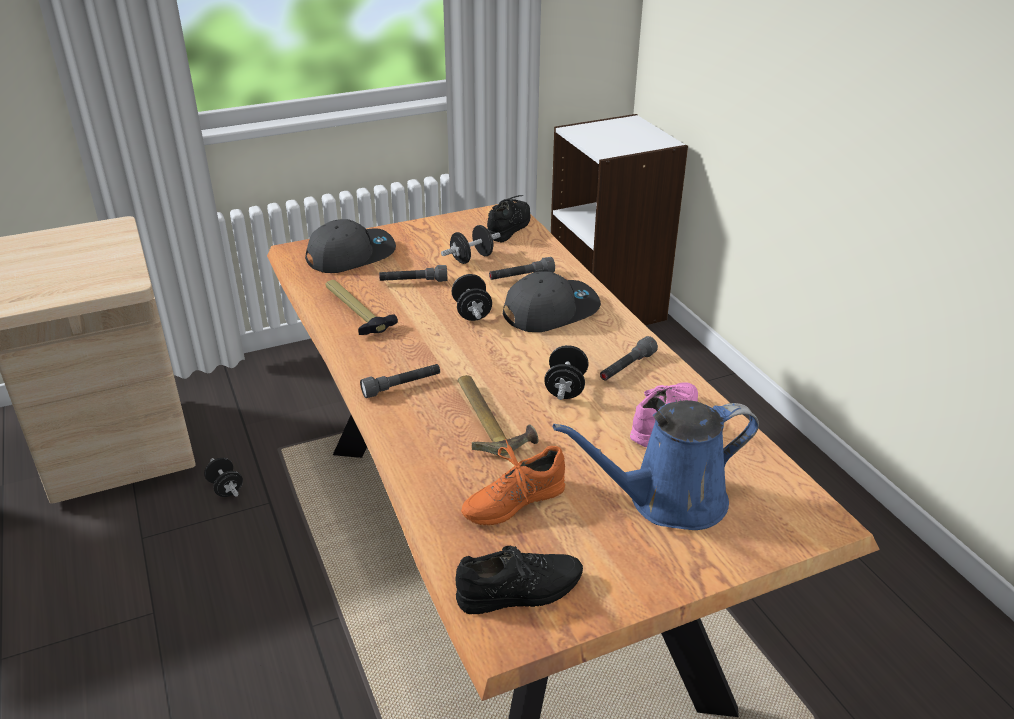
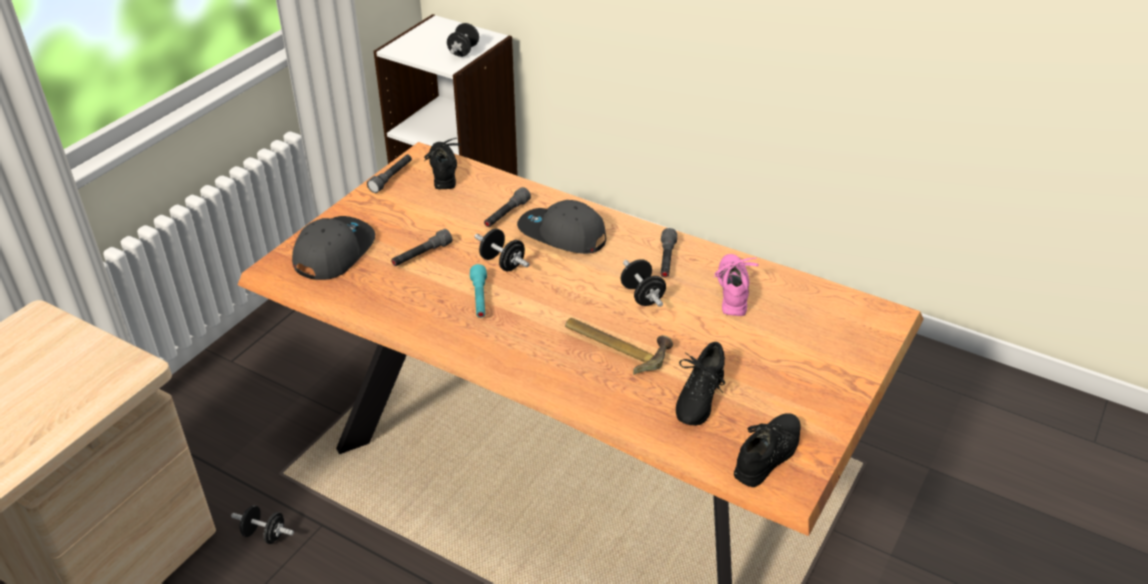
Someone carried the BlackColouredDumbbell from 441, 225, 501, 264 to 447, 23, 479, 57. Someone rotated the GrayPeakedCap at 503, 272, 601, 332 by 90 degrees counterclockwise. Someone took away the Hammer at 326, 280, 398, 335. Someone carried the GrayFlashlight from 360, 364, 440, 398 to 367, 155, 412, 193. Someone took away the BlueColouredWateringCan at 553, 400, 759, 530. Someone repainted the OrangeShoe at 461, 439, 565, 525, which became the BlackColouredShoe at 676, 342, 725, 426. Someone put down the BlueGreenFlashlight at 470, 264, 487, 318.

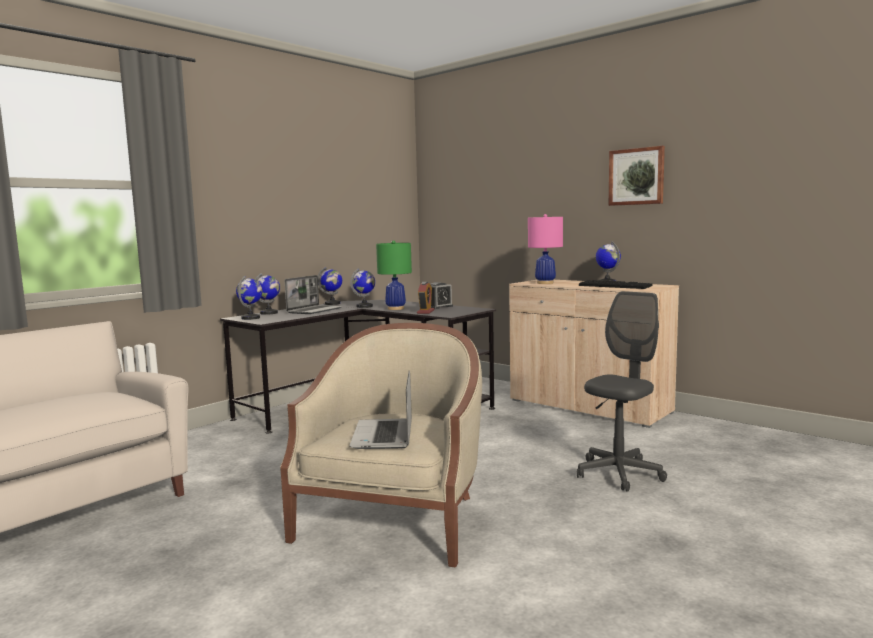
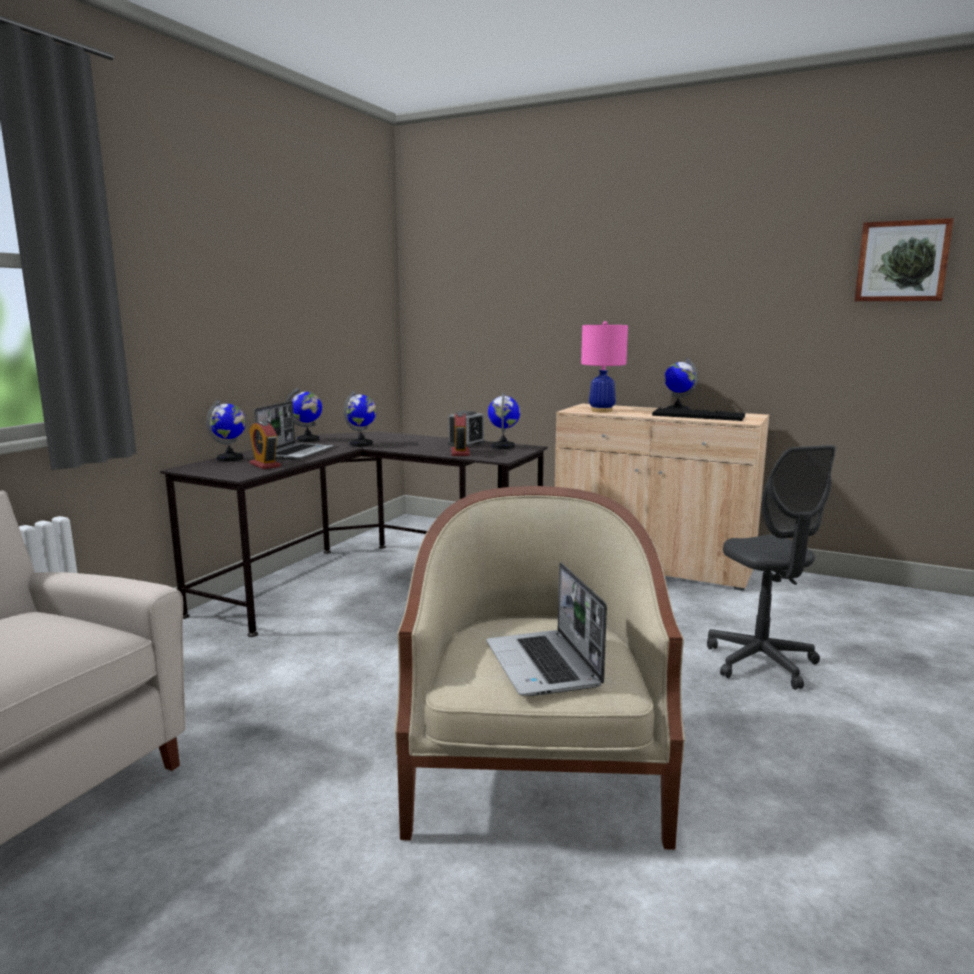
Someone carried the WallArt from 608, 146, 665, 206 to 854, 218, 954, 301. Someone took away the GreenLampForATable at 376, 240, 412, 310. Someone carried the WorldGlobe from 236, 276, 262, 320 to 488, 393, 520, 449. Someone rotated the GrayOfficeChair at 577, 291, 667, 492 by 135 degrees clockwise. Someone put down the BedsideClock at 249, 420, 281, 469.

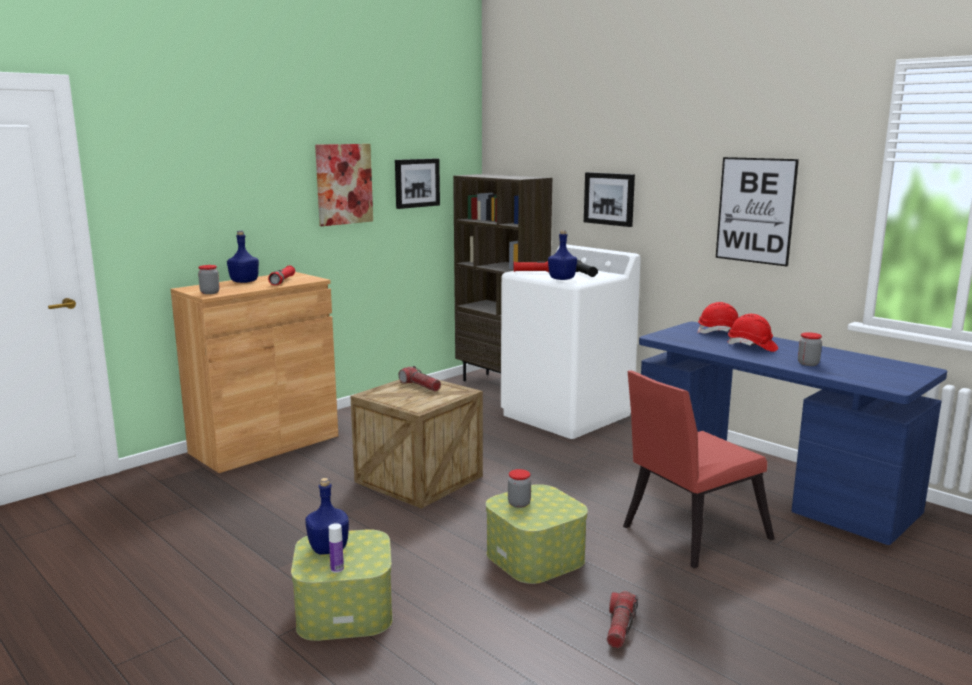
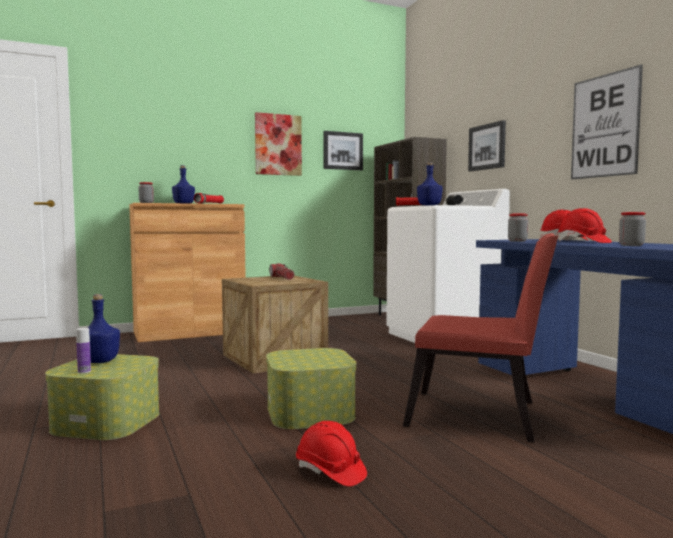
Someone rotated the ReddishChair at 623, 371, 775, 568 by 150 degrees counterclockwise. Someone carried the Jar from 508, 469, 531, 508 to 508, 214, 528, 242. Someone swapped the Flashlight at 607, 591, 638, 648 for the ReddishHardHat at 296, 421, 367, 486.

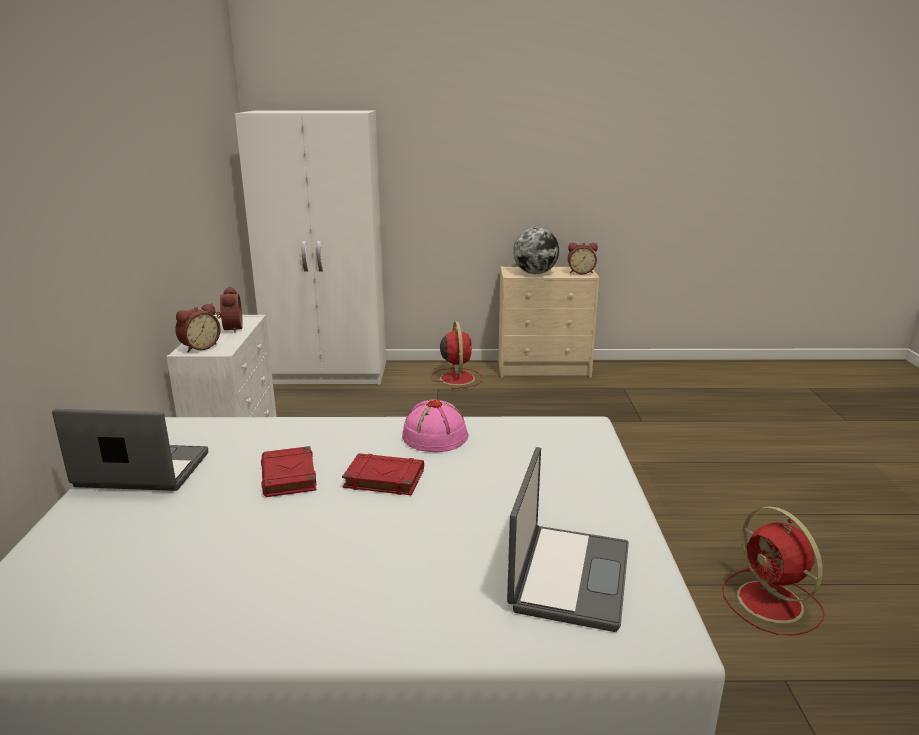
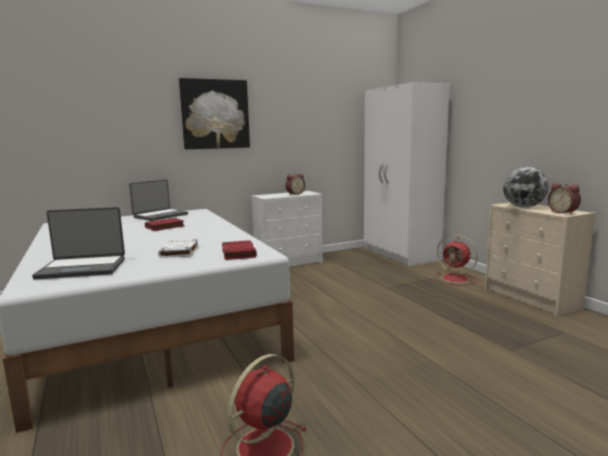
Someone took away the BedsideClock at 175, 303, 221, 353. Someone rotated the ReddishElectricFan at 431, 321, 482, 390 by 75 degrees clockwise. Someone took away the PinkColouredClothingHat at 402, 399, 469, 452. Someone rotated the NotebookComputer at 52, 409, 208, 491 by 60 degrees clockwise. Someone carried the ReddishVolume from 342, 453, 424, 495 to 222, 240, 257, 260. Someone put up the WallArt at 179, 78, 250, 149. Someone put down the WhiteVolume at 158, 239, 199, 258.

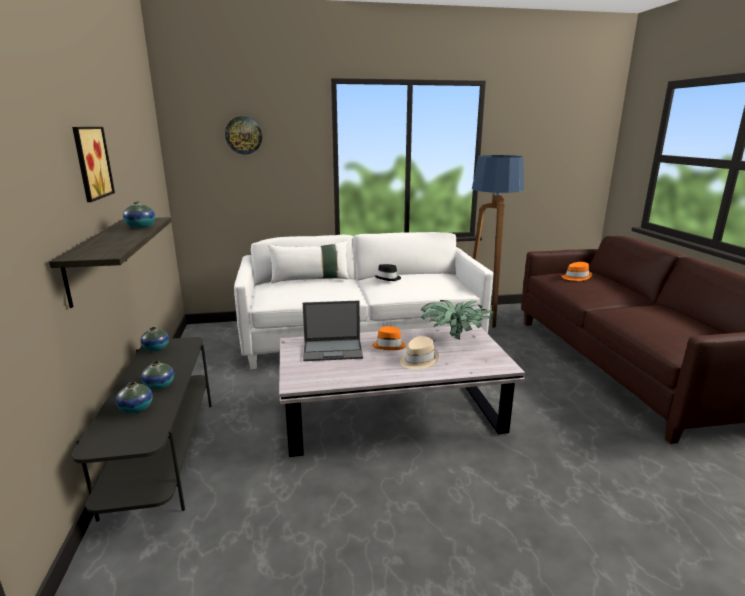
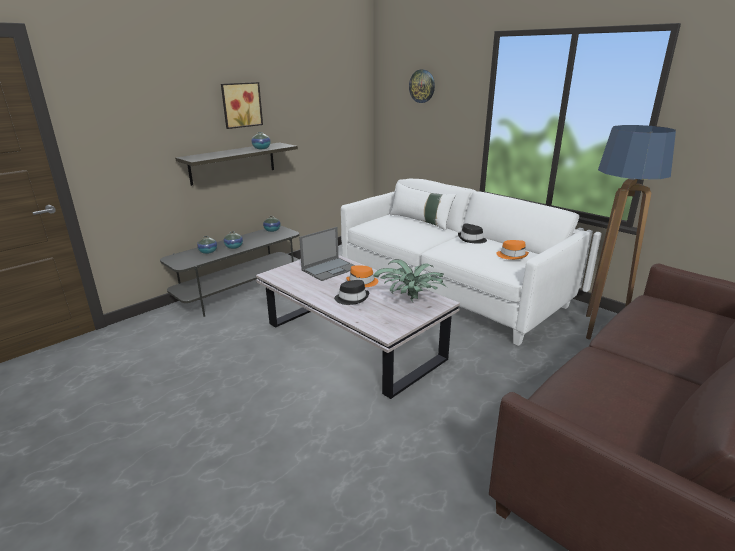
Someone carried the OrangeClothingHat from 562, 262, 592, 281 to 496, 240, 529, 260. Someone rotated the NotebookComputer at 303, 301, 363, 361 by 90 degrees counterclockwise. Someone repainted the BeigeClothingHat at 400, 336, 439, 369, which became the BlackColouredClothingHat at 334, 280, 369, 305.

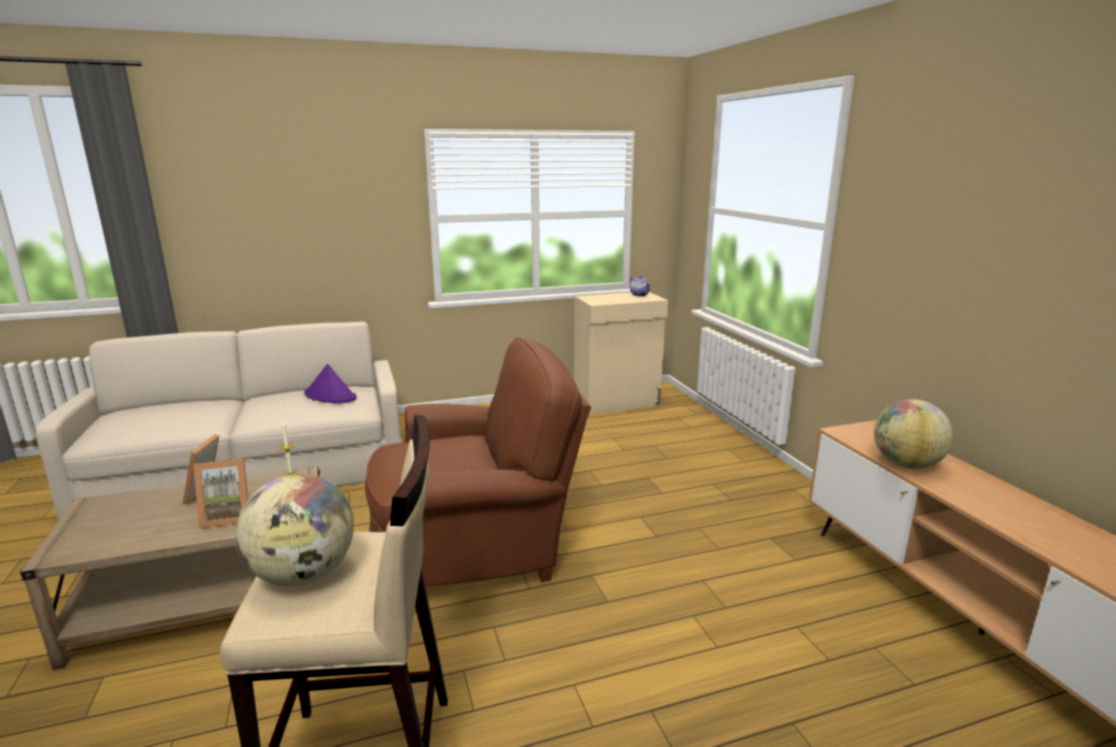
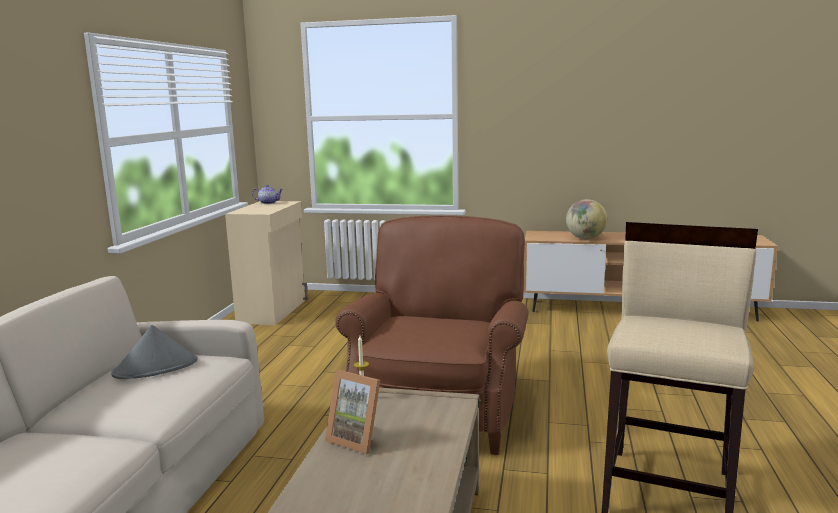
Someone repainted the PurpleClothingHat at 304, 364, 357, 403, which became the GrayClothingHat at 111, 325, 198, 379. Someone took away the StandingFrame at 193, 459, 248, 529. Someone took away the WorldGlobe at 236, 474, 354, 586.

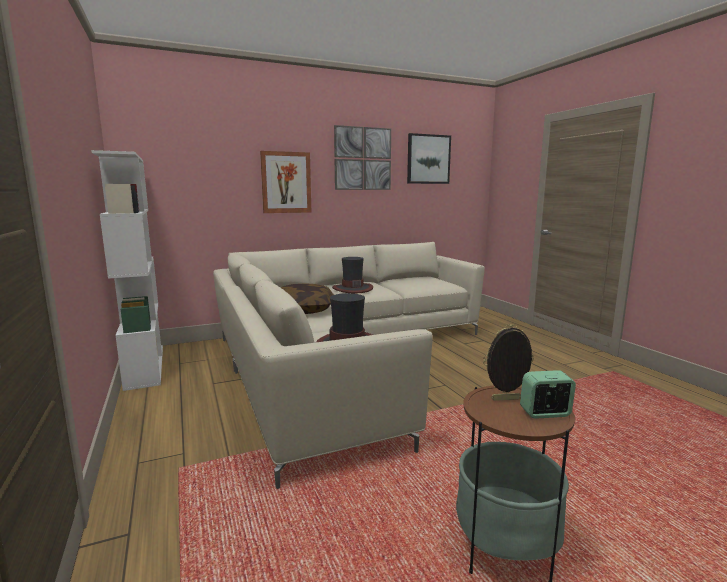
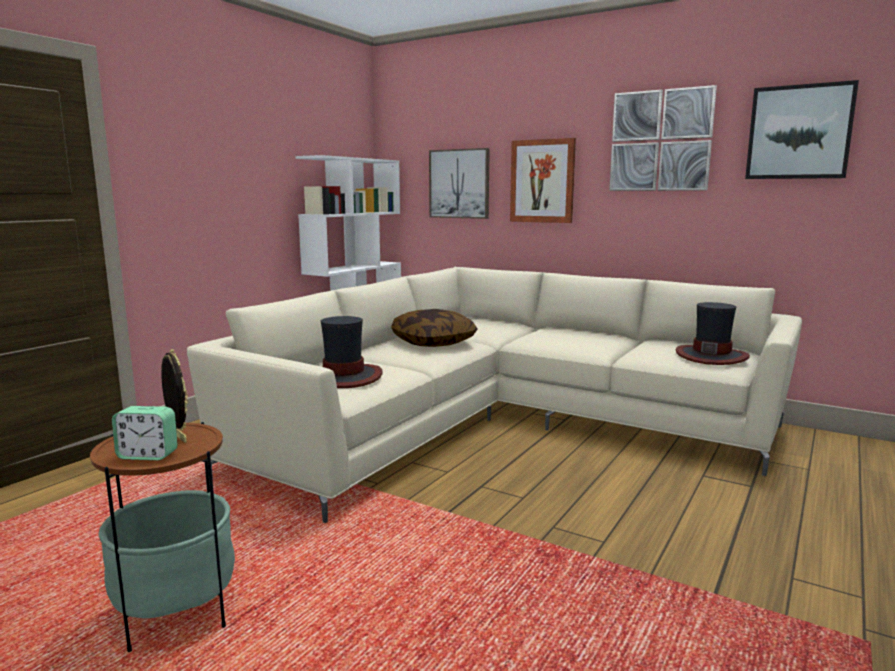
Someone carried the ClothingHat from 332, 257, 373, 293 to 676, 302, 750, 365. Someone rotated the BedsideClock at 520, 370, 576, 419 by 135 degrees clockwise. Someone put up the WallArt at 429, 148, 490, 219.

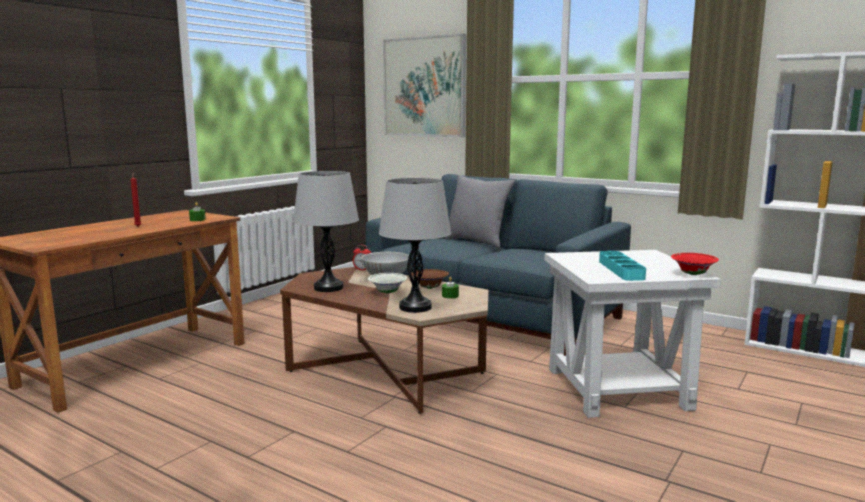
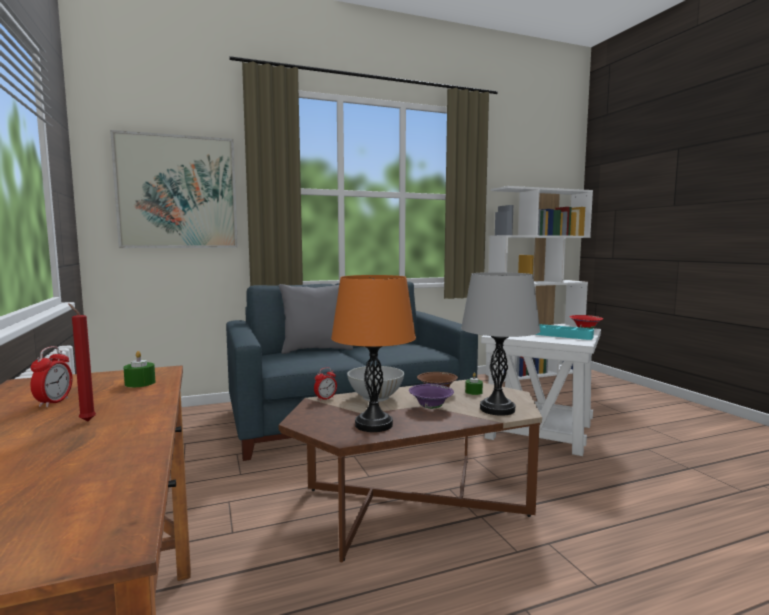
Someone repainted the GrayLampForATable at 293, 171, 359, 292, which became the OrangeLampForATable at 331, 275, 416, 432. Someone repainted the WhiteBowl at 368, 273, 407, 293, which became the PurpleBowl at 409, 384, 454, 409. Someone put down the BedsideClock at 30, 346, 73, 407.

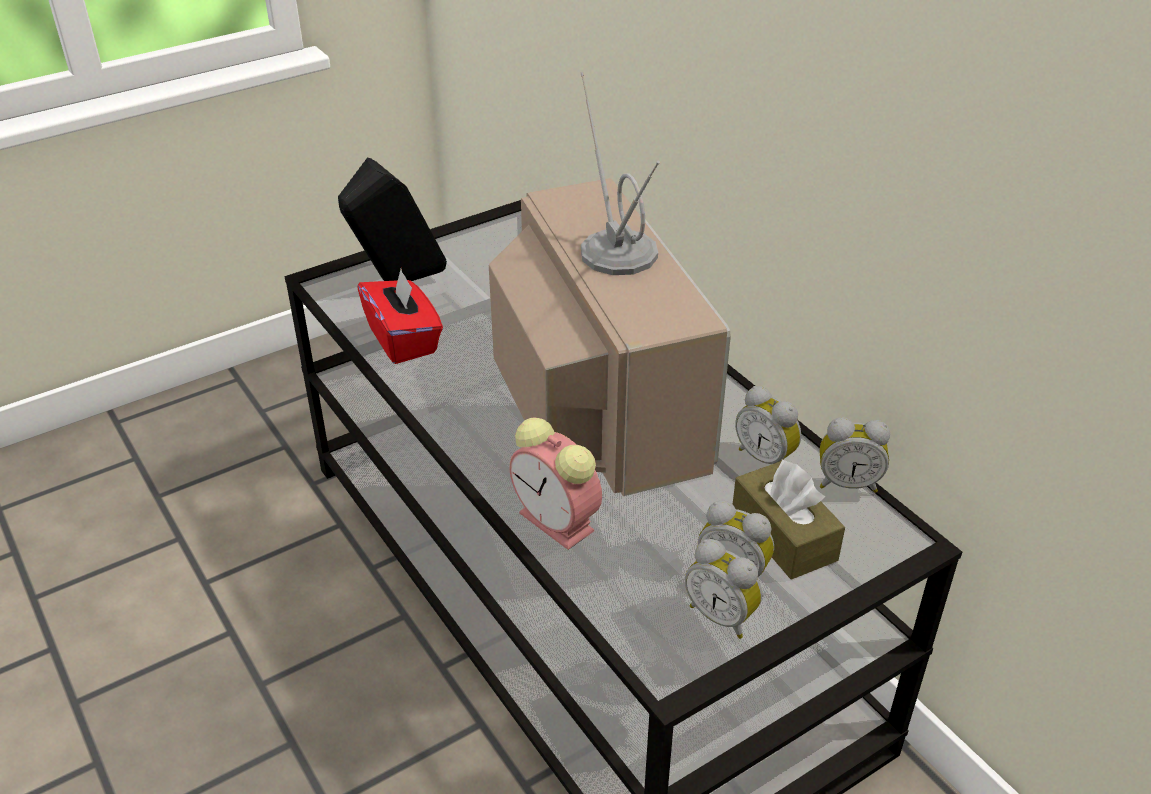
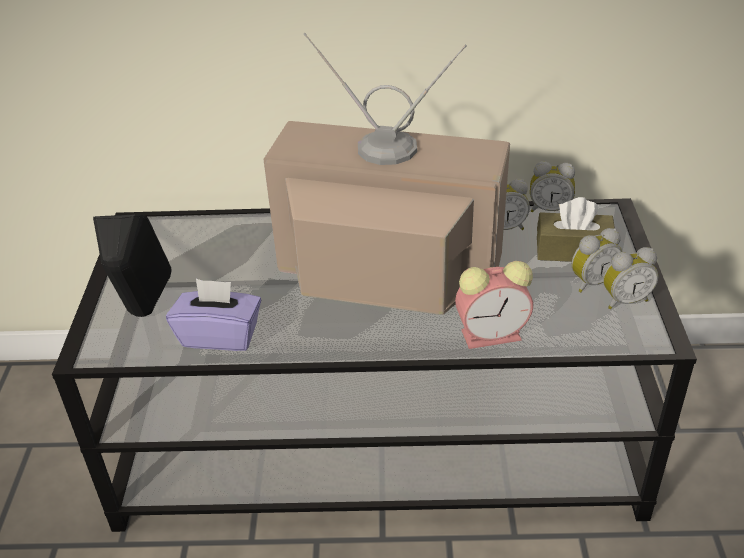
Someone repainted the ReddishTissueHolder at 357, 269, 443, 364, which became the PurpleTissueHolder at 166, 279, 261, 351. Someone rotated the BedsideClock at 820, 418, 890, 493 by 60 degrees clockwise.

